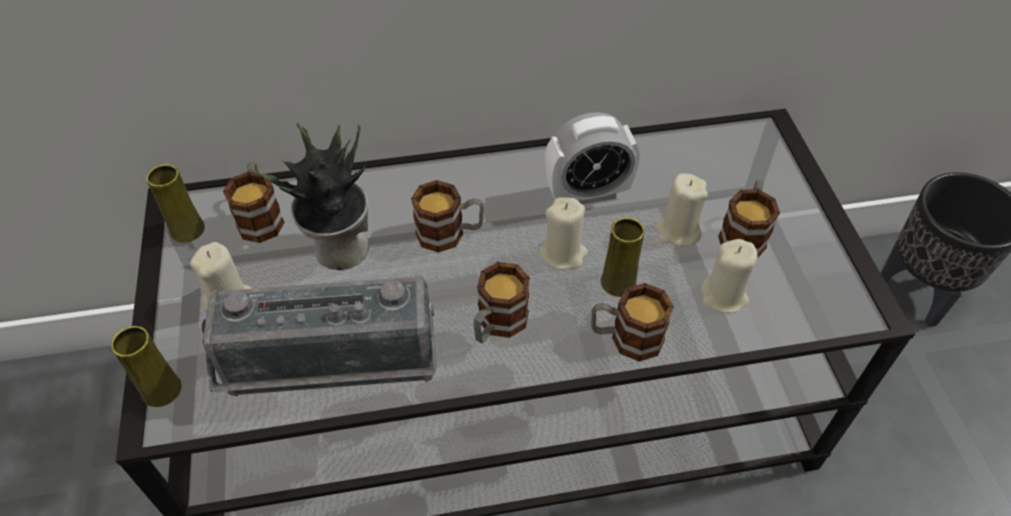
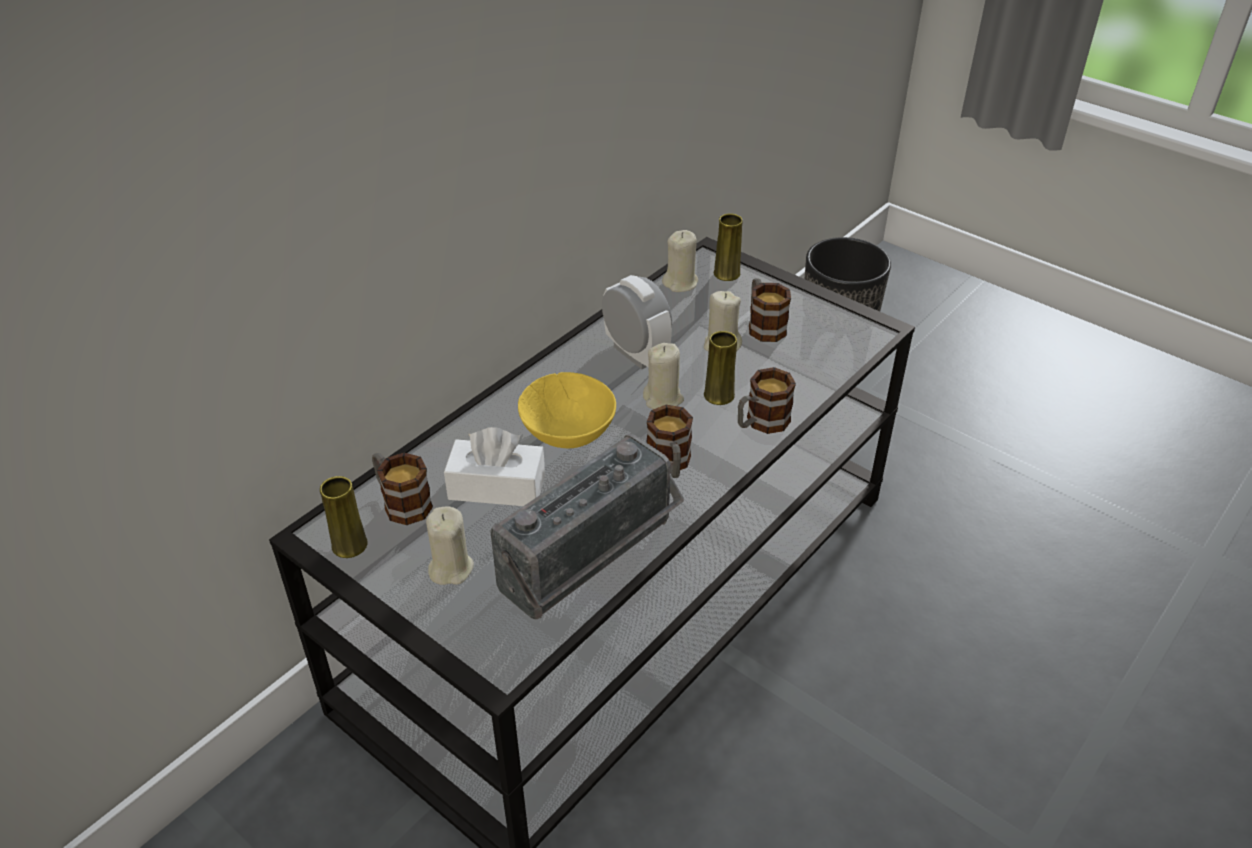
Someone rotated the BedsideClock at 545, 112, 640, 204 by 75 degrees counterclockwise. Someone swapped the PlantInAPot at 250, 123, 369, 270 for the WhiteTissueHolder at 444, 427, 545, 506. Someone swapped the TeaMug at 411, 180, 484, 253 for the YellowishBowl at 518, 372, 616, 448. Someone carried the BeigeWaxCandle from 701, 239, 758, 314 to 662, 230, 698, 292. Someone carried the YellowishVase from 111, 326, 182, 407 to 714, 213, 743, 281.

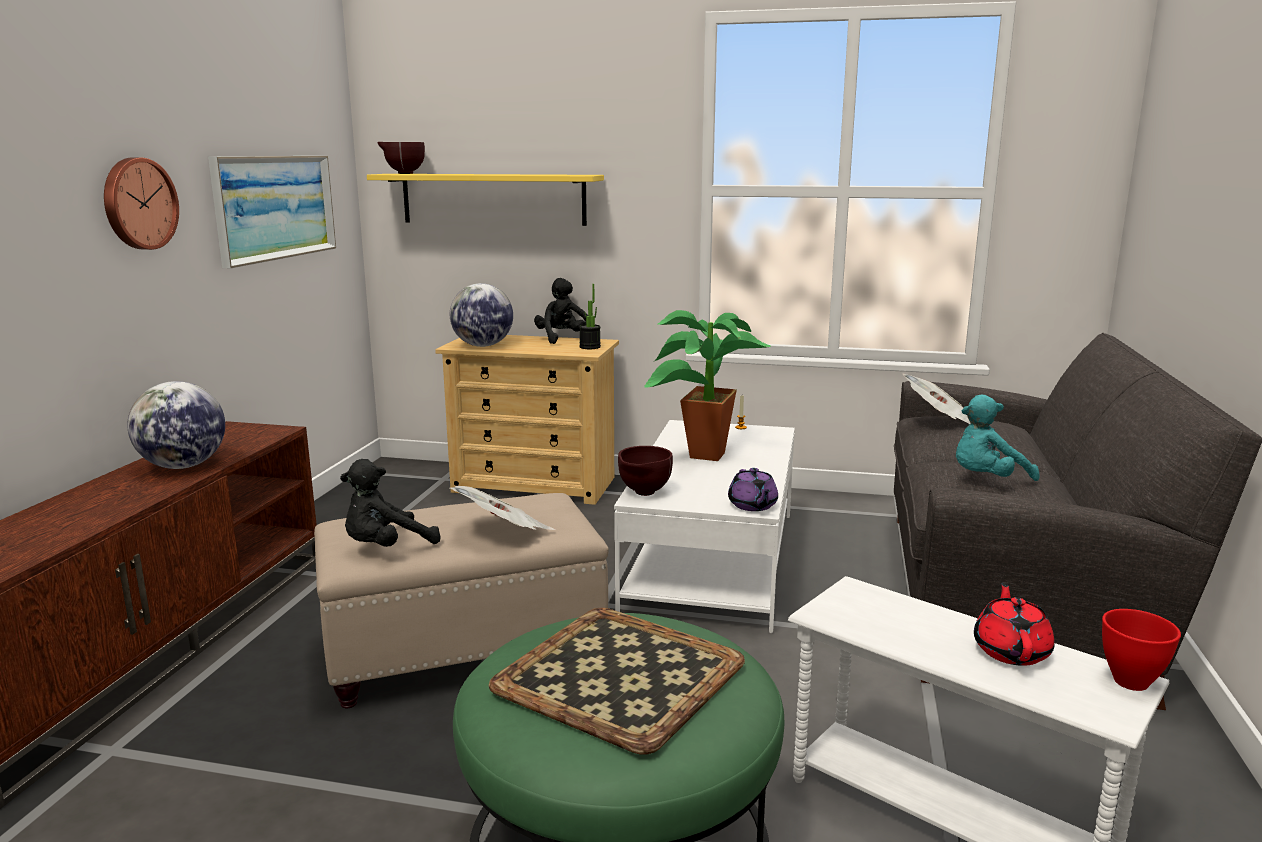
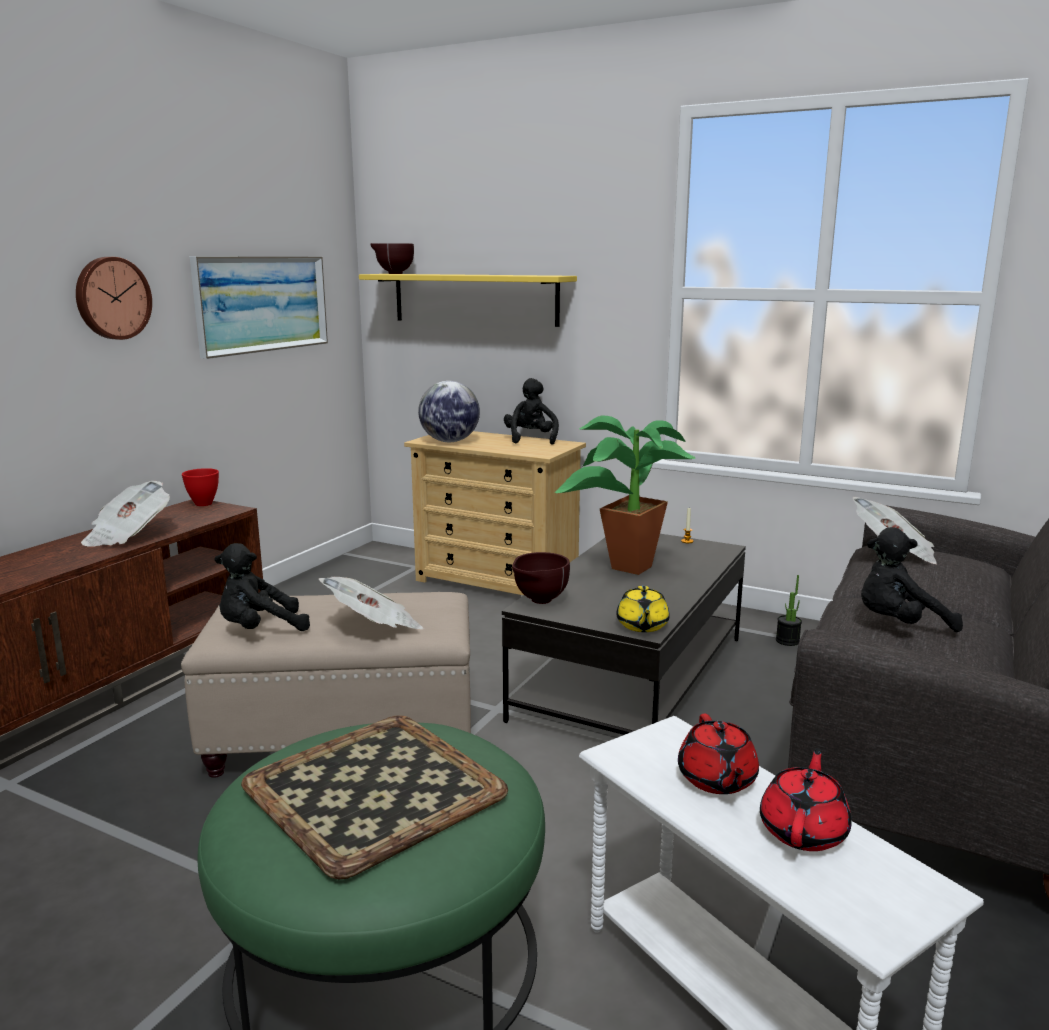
Someone carried the PlantInAPot from 579, 284, 601, 349 to 776, 575, 802, 646. Someone swapped the WorldGlobe at 127, 381, 225, 469 for the PrintedPaper at 81, 481, 170, 547. Someone repainted the BlueGreenSoftToy at 956, 395, 1040, 481, which became the BlackColouredSoftToy at 861, 527, 963, 632. Someone repainted the WhiteLoungeTable at 614, 420, 795, 633, which became the BlackColouredLoungeTable at 502, 534, 746, 735. Someone repainted the PurplePotForTea at 728, 468, 778, 511, which became the YellowishPotForTea at 616, 586, 670, 632. Someone carried the ReddishBowl from 1102, 609, 1181, 691 to 182, 468, 219, 506. Someone put down the ReddishPotForTea at 678, 714, 759, 794.

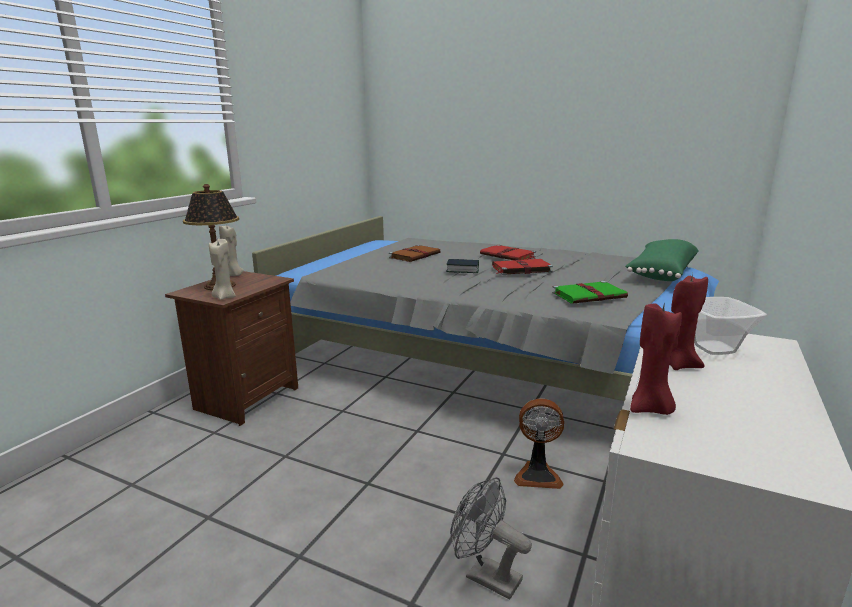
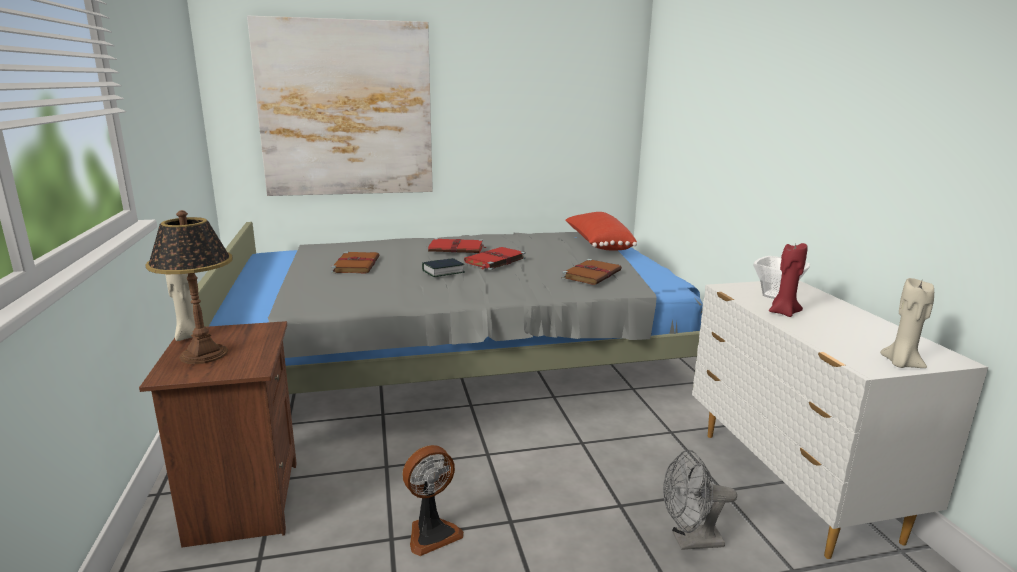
Someone carried the BeigeWaxCandle from 209, 239, 236, 300 to 880, 278, 934, 368. Someone repainted the GreenThrowPillow at 625, 239, 698, 281, which became the ReddishThrowPillow at 565, 212, 637, 251. Someone repainted the GreenVolume at 552, 281, 628, 304, which became the BrownColouredVolume at 562, 259, 622, 285. Someone took away the ReddishWaxCandle at 630, 302, 682, 415. Someone carried the ElectricFan from 514, 399, 564, 489 to 403, 445, 464, 556. Someone put up the WallArt at 247, 16, 433, 196.

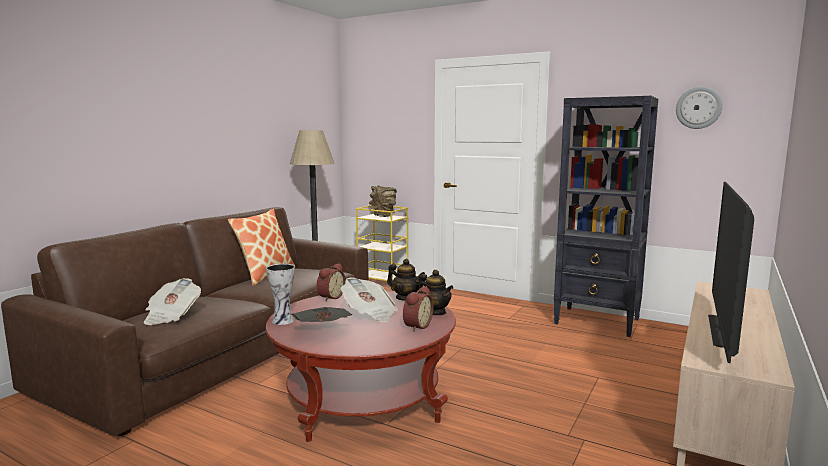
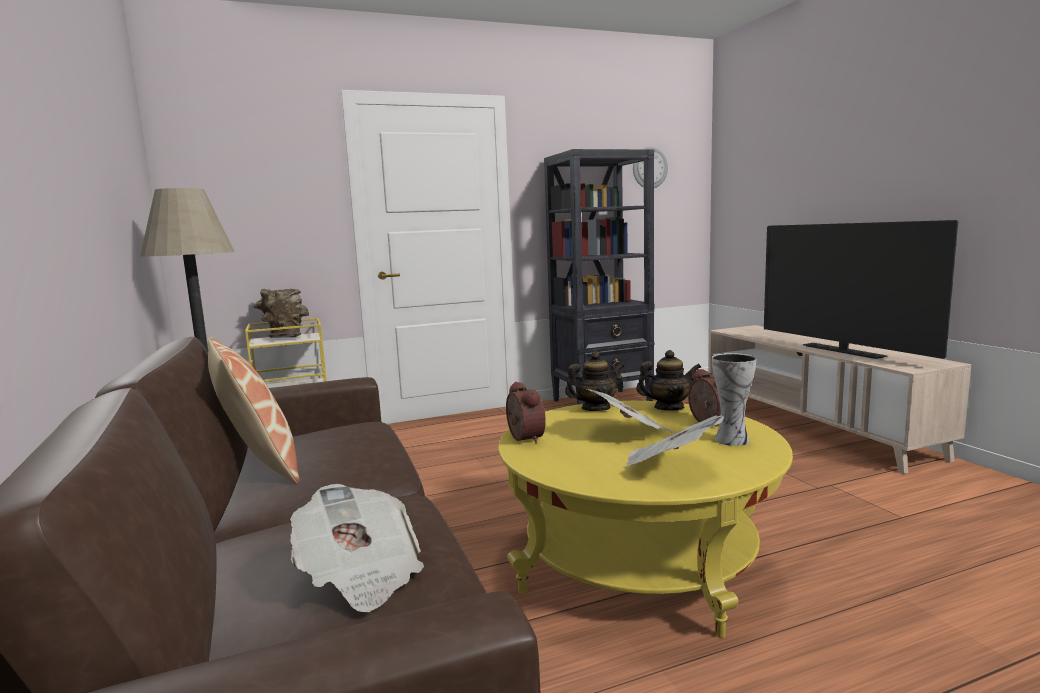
Someone carried the Vase from 266, 264, 295, 325 to 712, 353, 757, 446. Someone repainted the ReddishLoungeTable at 266, 291, 456, 442, which became the YellowishLoungeTable at 498, 401, 793, 638.

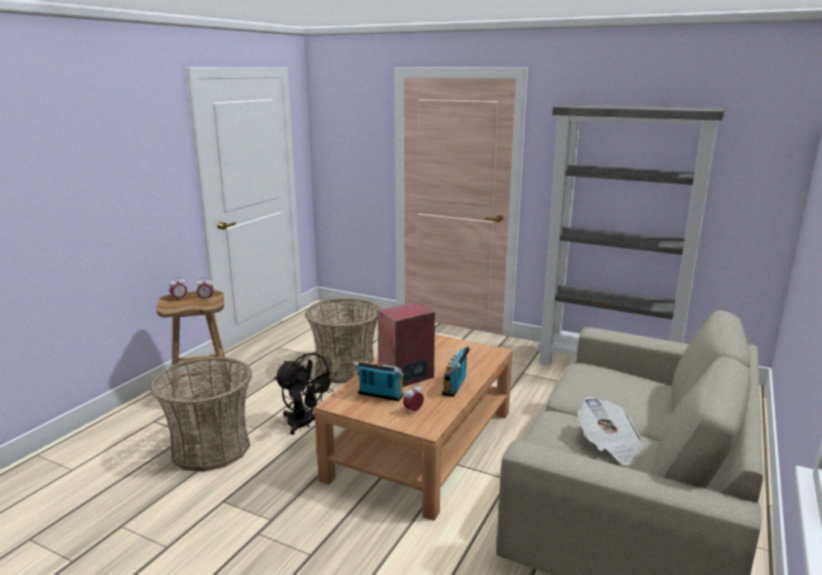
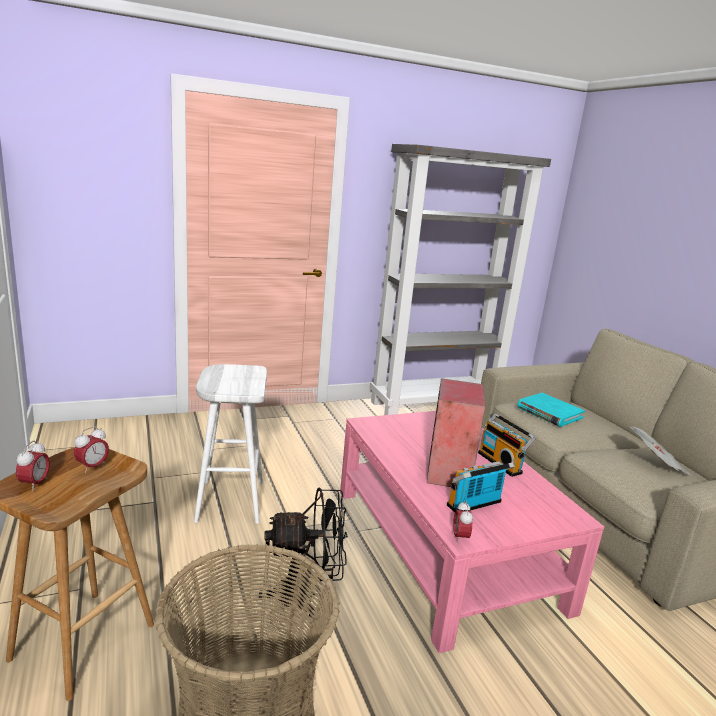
Someone swapped the StorageBasket at 305, 298, 381, 383 for the WhiteStool at 194, 364, 267, 524. Someone repainted the BrownColouredLoungeTable at 314, 334, 513, 521, which became the PinkColouredLoungeTable at 340, 411, 604, 653. Someone carried the BedsideClock from 403, 384, 424, 411 to 453, 501, 473, 544. Someone put down the BlueGreenVolume at 517, 393, 585, 427.

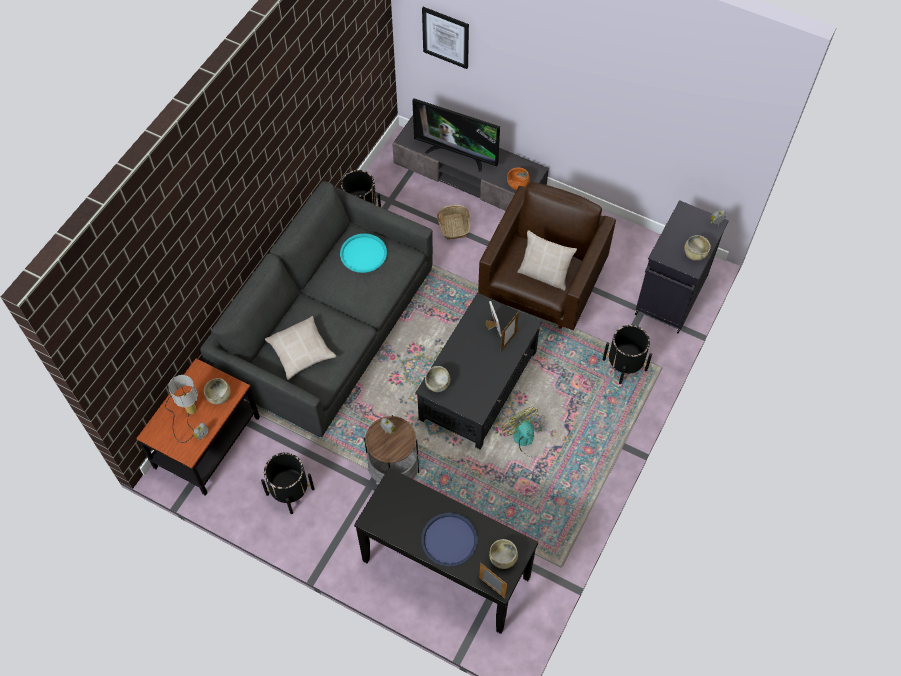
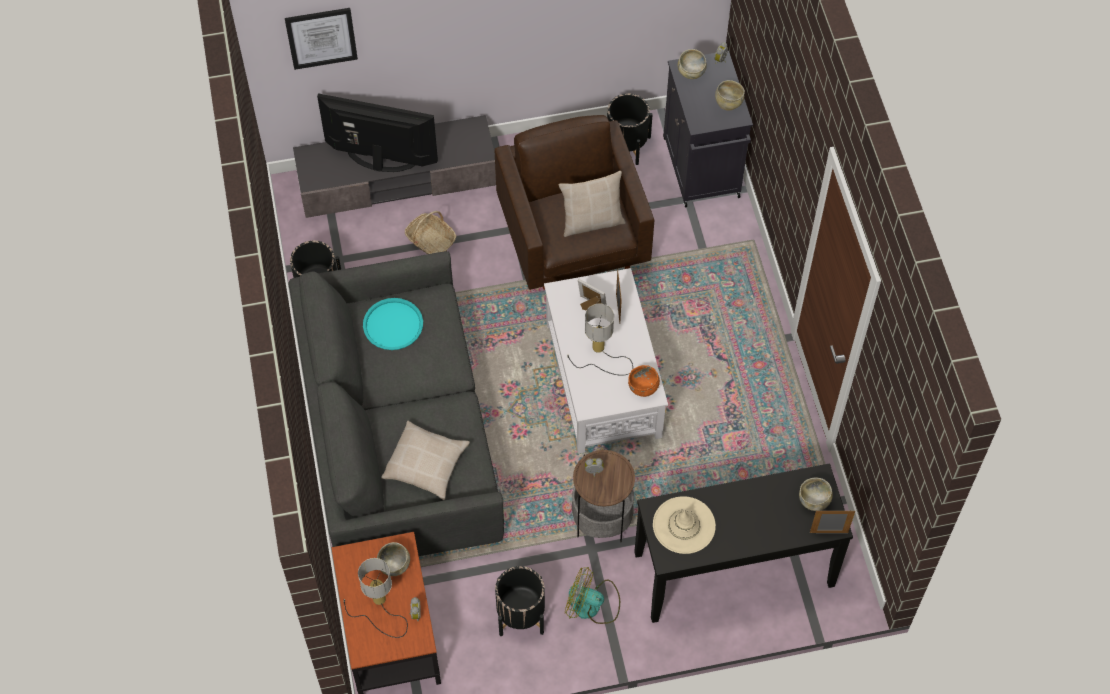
Someone rotated the TvSet at 412, 98, 500, 172 by 150 degrees counterclockwise. Someone carried the OrangeBowl from 507, 168, 530, 190 to 628, 365, 660, 397. Someone repainted the BlackColouredLoungeTable at 415, 293, 542, 449, which became the WhiteLoungeTable at 544, 268, 668, 454. Someone carried the BlackColouredFlowerPot from 603, 325, 652, 384 to 607, 93, 653, 165. Someone carried the BeigeBowl from 425, 366, 450, 392 to 678, 49, 707, 79. Someone carried the ElectricFan from 502, 407, 542, 457 to 565, 567, 620, 624. Someone took away the BlueColouredTray at 421, 513, 478, 567. Someone put down the LampForATable at 567, 304, 633, 376. Someone put down the BeigeClothingHat at 653, 496, 716, 554.

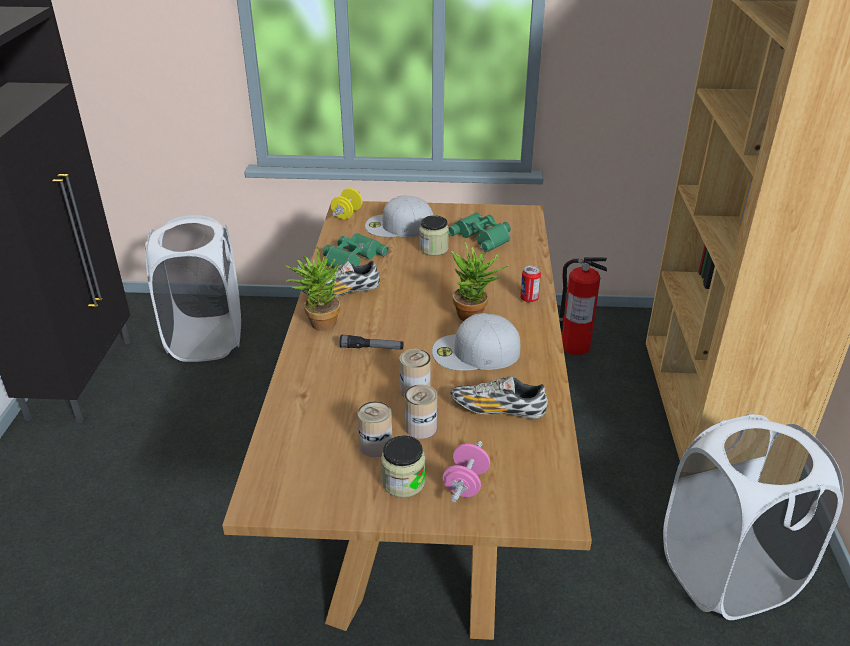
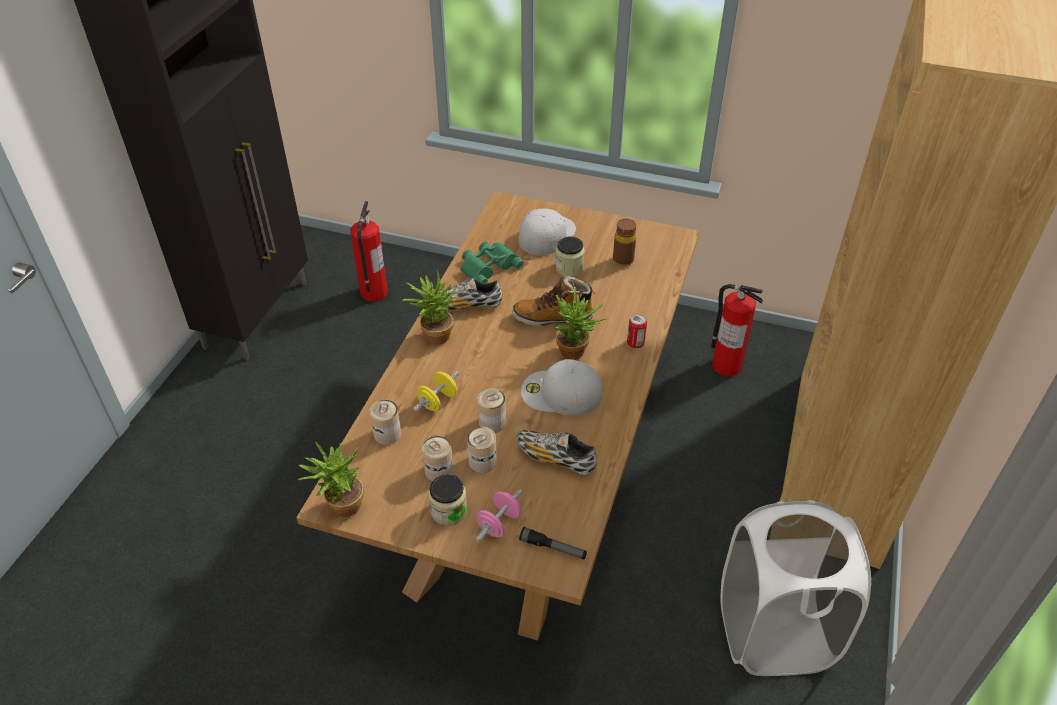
Someone carried the YellowishDumbbell from 331, 188, 362, 219 to 413, 371, 459, 412. Someone rotated the WhitePeakedCap at 365, 196, 433, 237 by 105 degrees clockwise. Someone swapped the GreenBinoculars at 449, 212, 511, 252 for the BrownColouredBeverageBottle at 613, 219, 636, 267. Someone swapped the WhiteLaundryBasket at 145, 215, 241, 362 for the Extinguisher at 350, 201, 388, 301. Someone carried the Flashlight from 339, 335, 403, 350 to 519, 527, 587, 559. Someone put down the Boot at 512, 275, 596, 326. Someone put down the MetalCan at 370, 400, 401, 445. Someone put down the PlantInAPot at 298, 441, 364, 517.

